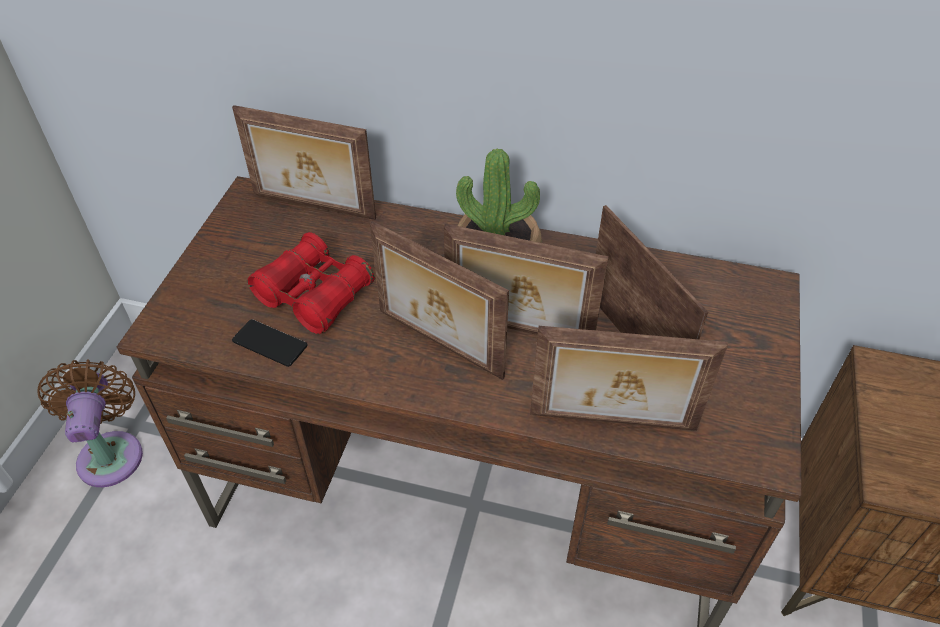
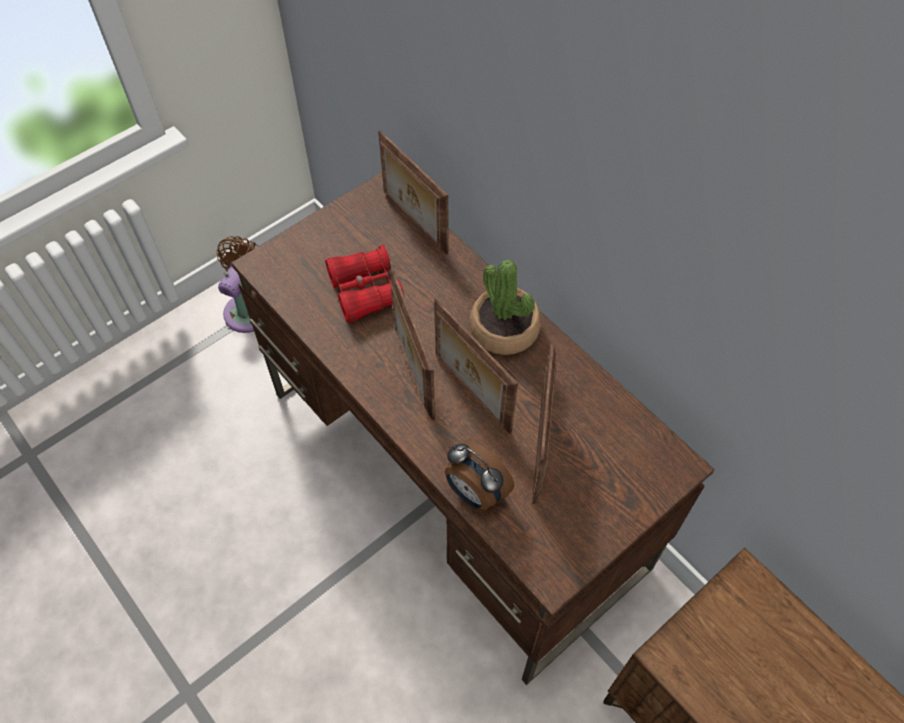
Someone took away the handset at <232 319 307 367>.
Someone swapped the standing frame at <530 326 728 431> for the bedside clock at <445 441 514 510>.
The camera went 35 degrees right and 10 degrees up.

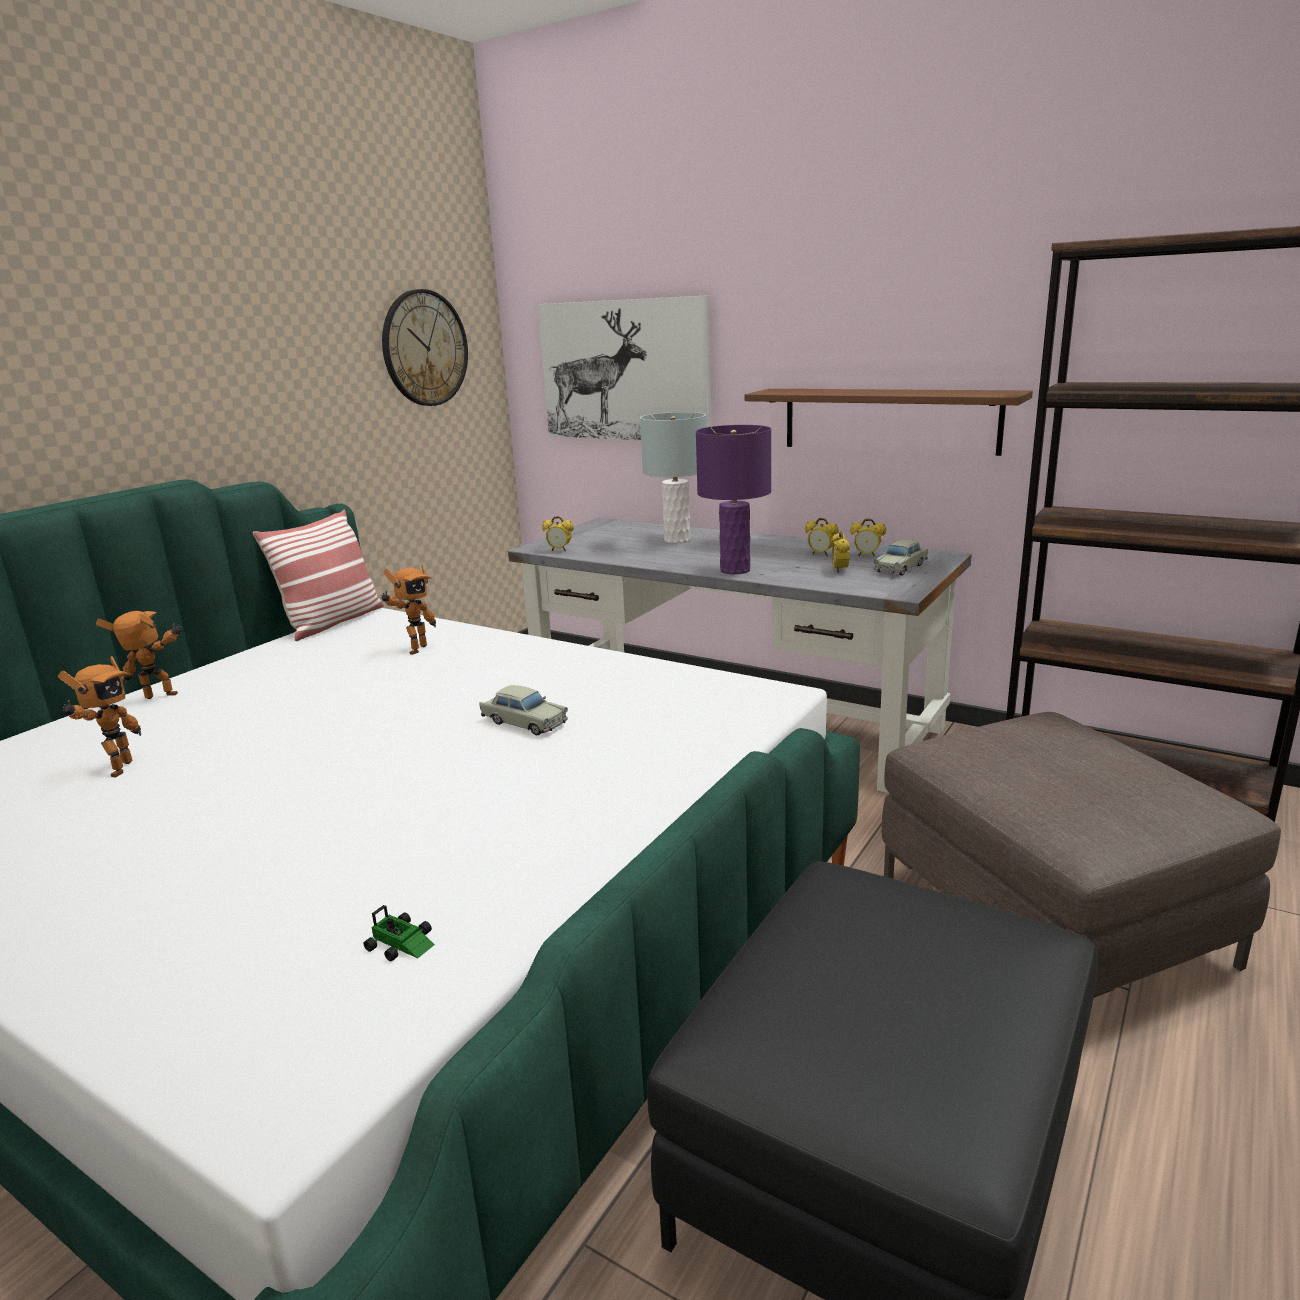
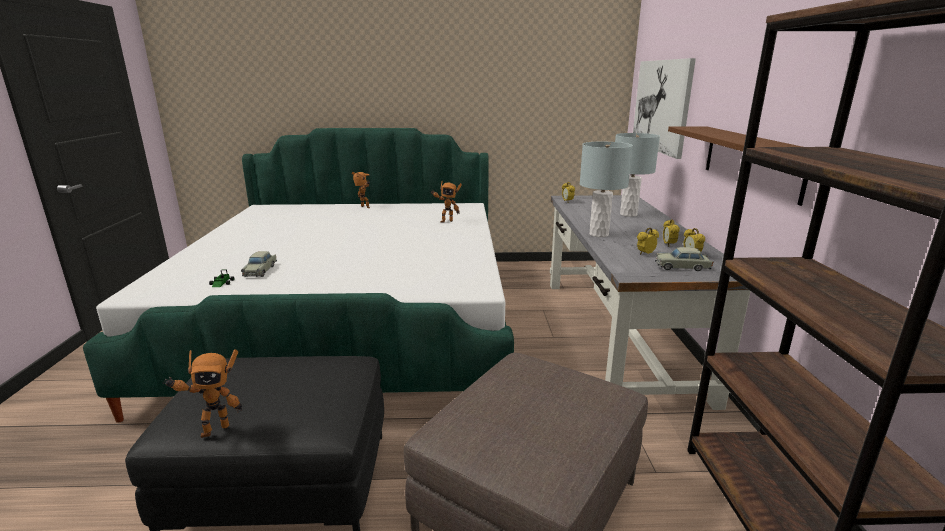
Someone carried the toy robot from <58 656 141 778> to <163 349 242 438>.
Someone took away the throw pillow at <253 510 384 641>.
Someone took away the wall clock at <382 289 468 406>.
Someone carried the beige-coloured miniature car from <479 685 568 735> to <241 251 277 277>.
Someone repainted the purple lamp for a table at <696 425 771 574>, which became the greyish lamp for a table at <580 142 633 237>.
The camera went 55 degrees right and 0 degrees up.

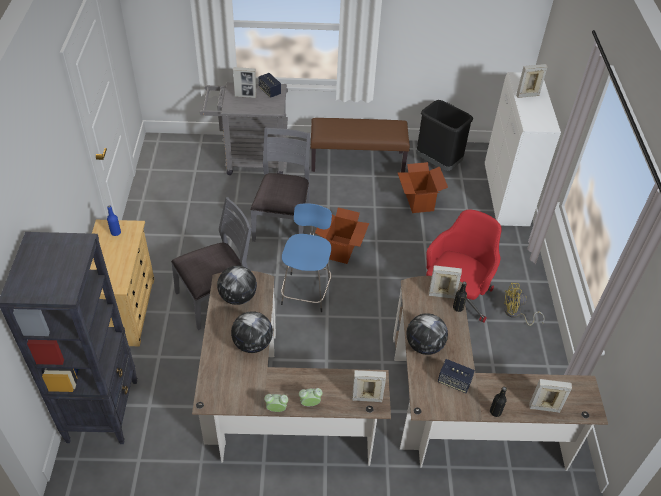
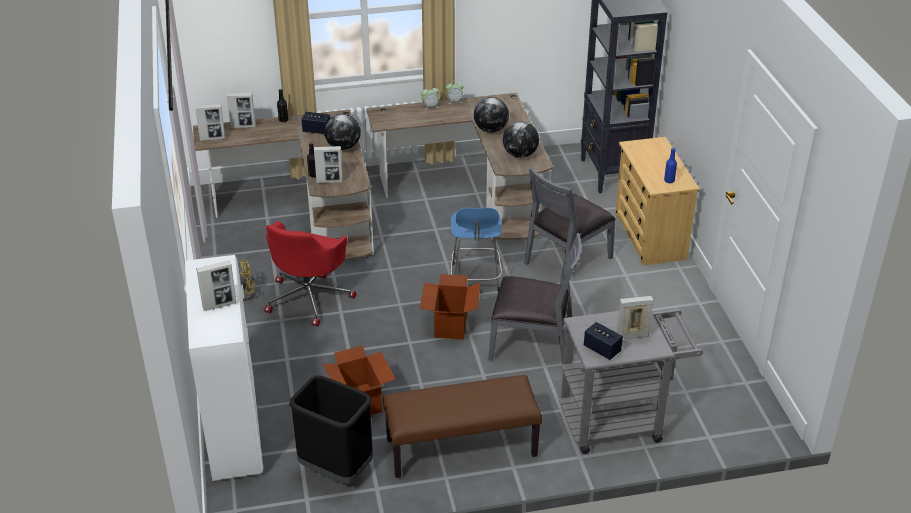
Someone rotated the greyish chair at <250 127 310 242> by 75 degrees counterclockwise.
Someone carried the standing frame from <352 370 386 402> to <195 104 225 141>.
The camera went 170 degrees right and 10 degrees down.

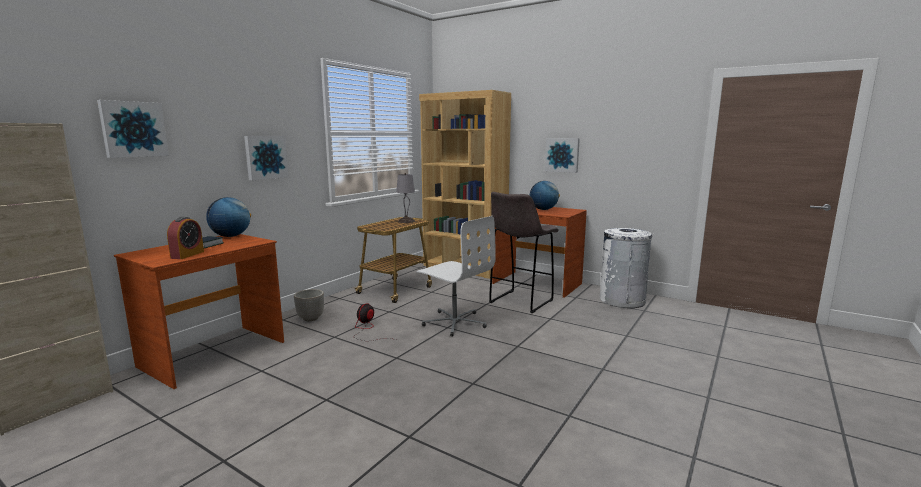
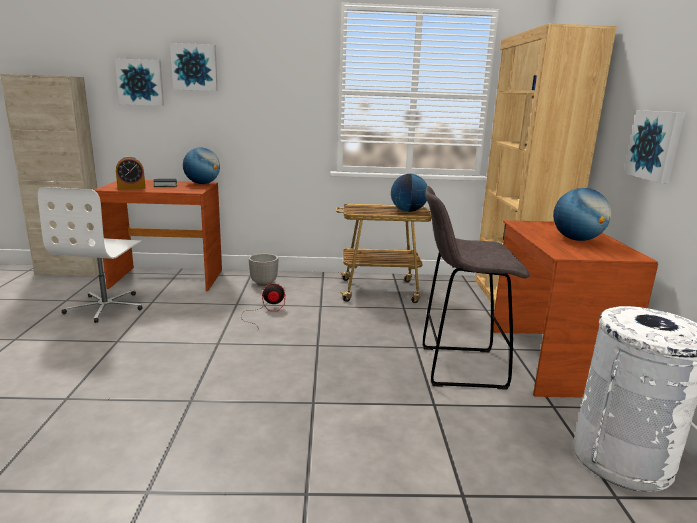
Someone carried the picture from <244 136 289 180> to <170 43 218 91>.
Someone swapped the greyish lamp for a table at <396 173 415 223> for the world globe at <391 174 427 212>.
Someone carried the whitish office chair from <417 216 496 336> to <38 187 143 323>.
The camera went 55 degrees right and 5 degrees up.

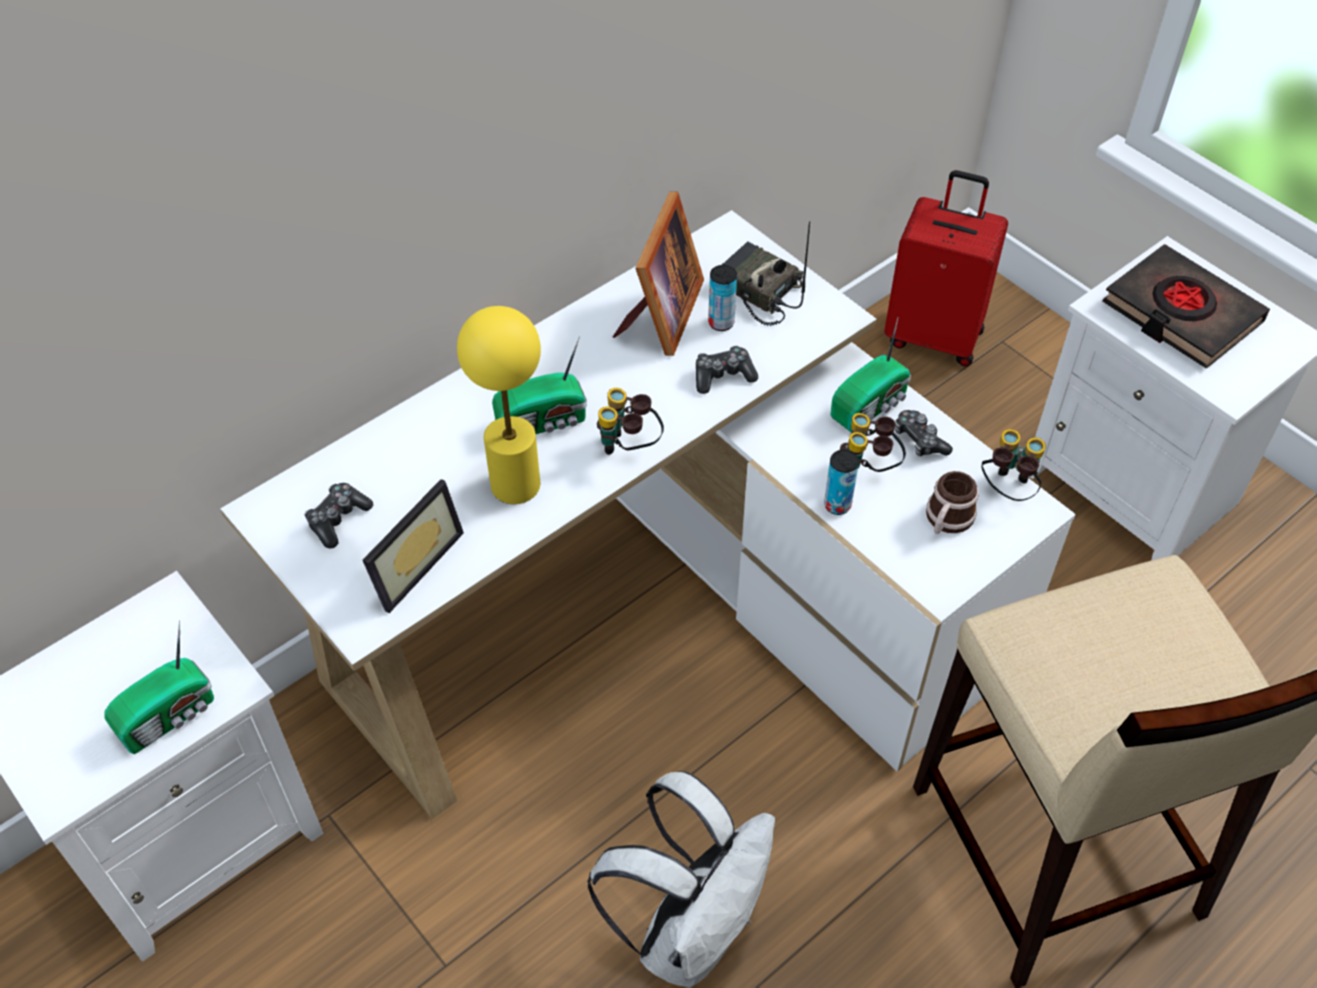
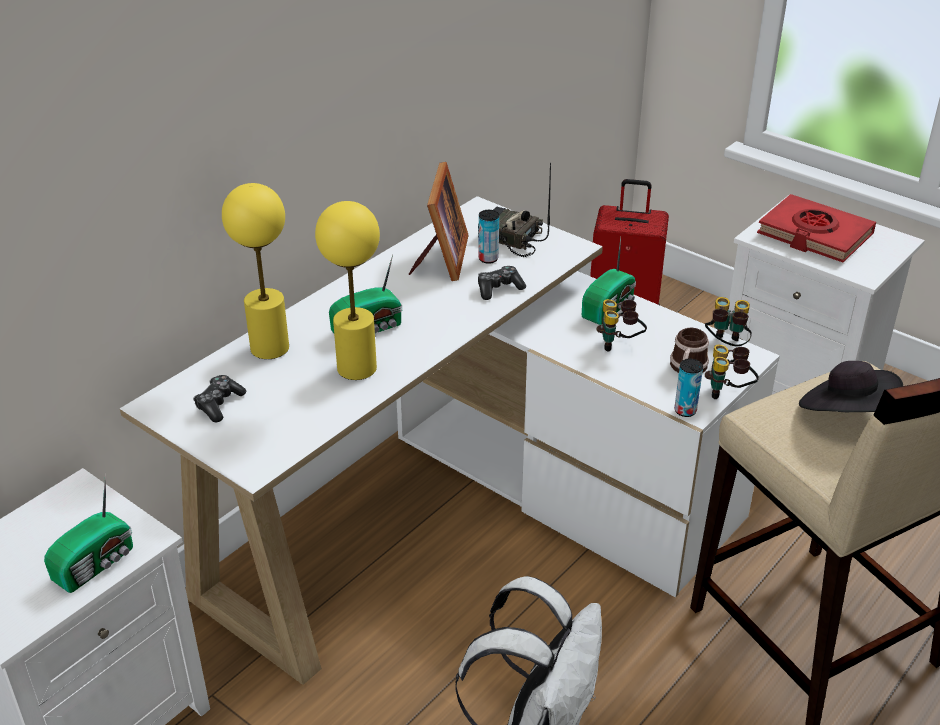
Someone took away the standing frame at <363 479 464 613>.
Someone carried the pair of binoculars from <597 388 664 455> to <705 345 759 399>.
Someone carried the can from <824 450 859 515> to <674 359 703 417>.
Someone took away the joypad at <895 410 953 457>.
Someone repainted the black-coloured book at <1103 244 1270 369>, which became the reddish book at <757 194 876 262>.
Someone put down the yellowish lamp for a table at <222 183 289 359>.
Someone put down the black-coloured clothing hat at <799 361 903 412>.
The camera went 10 degrees left and 15 degrees down.

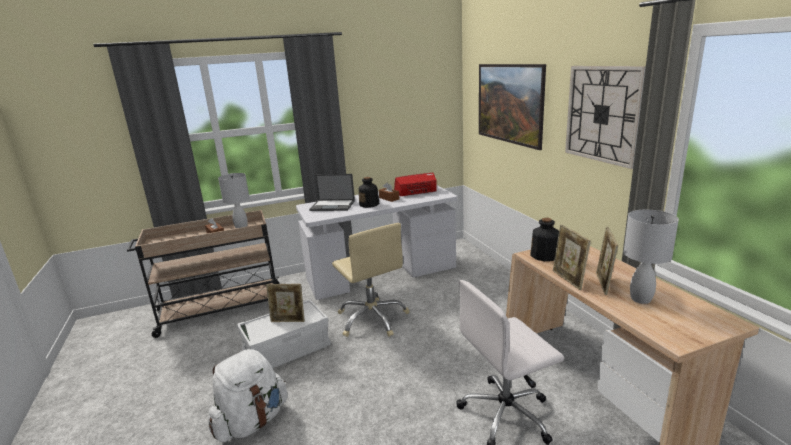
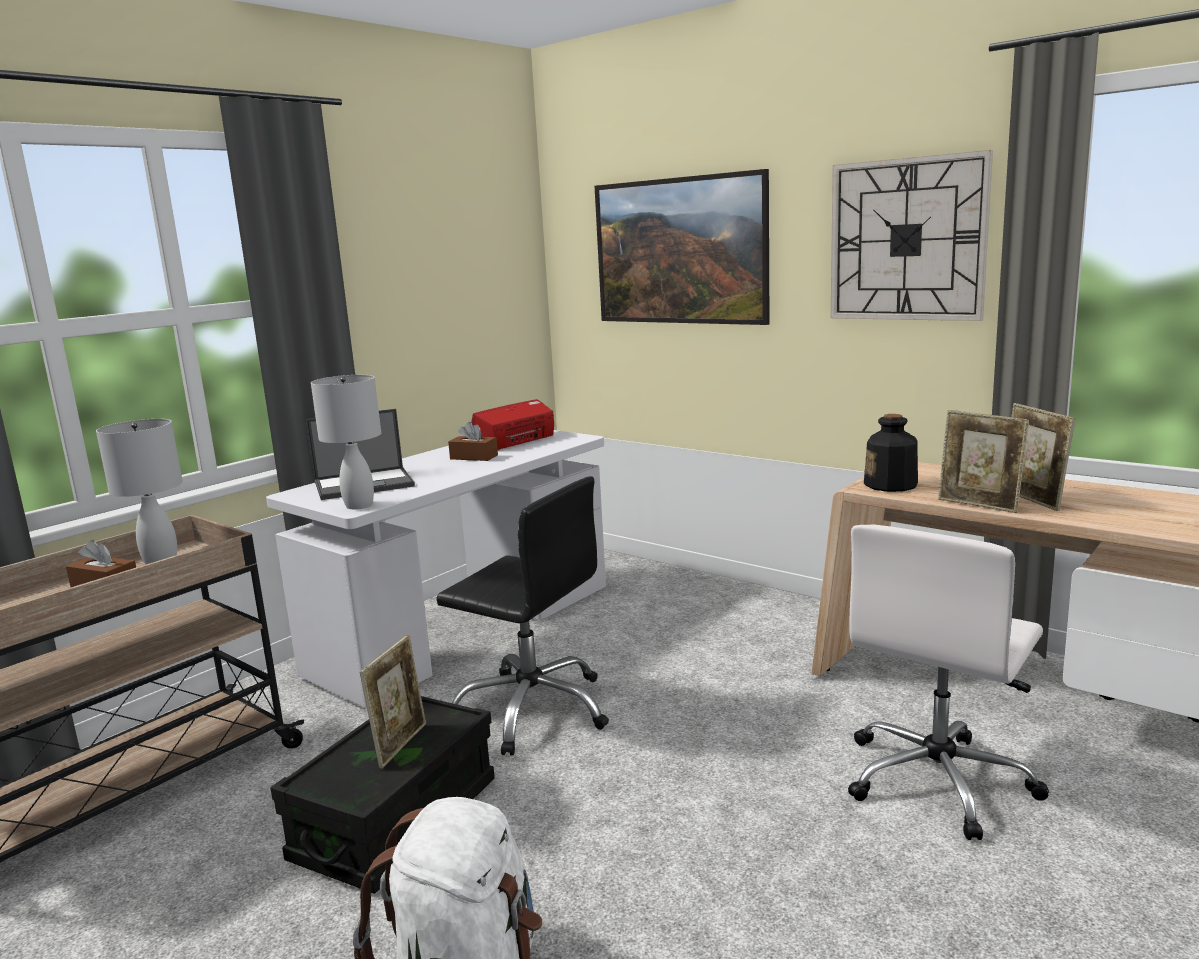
Someone repainted the whitish storage container at <237 299 331 368>, which became the black-coloured storage container at <270 696 495 894>.
Someone rotated the standing frame at <266 284 305 322> by 45 degrees counterclockwise.
Someone repainted the beige-coloured office chair at <332 223 410 337>, which became the black-coloured office chair at <436 477 609 756>.
Someone took away the beverage bottle at <359 177 380 208>.
Someone carried the whitish lamp for a table from <624 210 679 304> to <311 375 381 509>.
The camera went 30 degrees left and 5 degrees down.

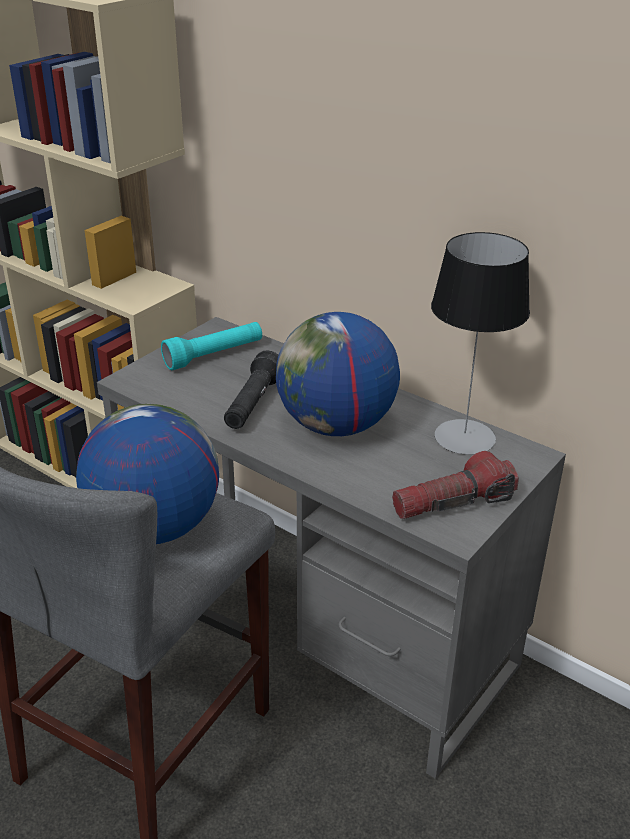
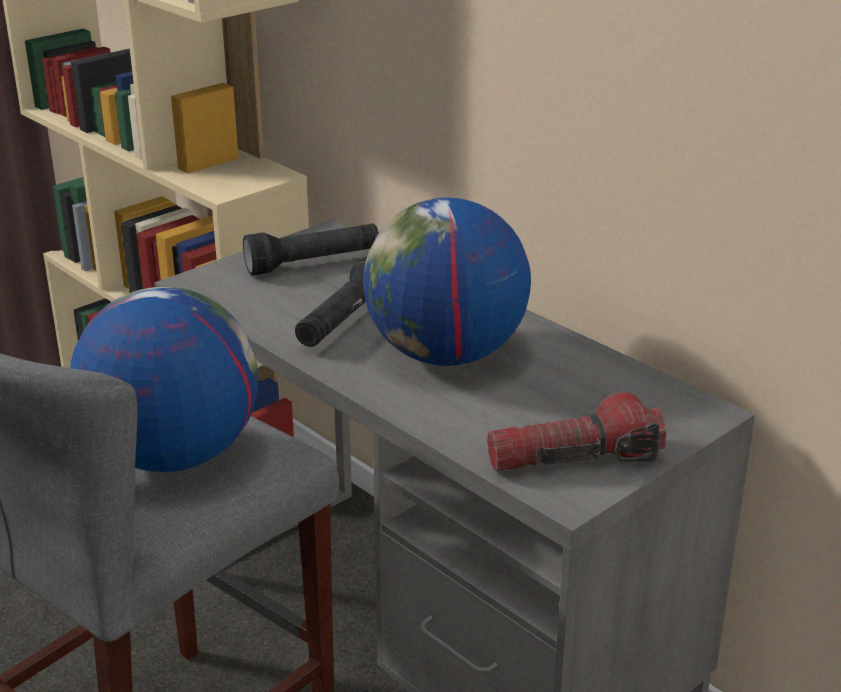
Someone repainted the turquoise-coloured hand torch at <161 322 262 371>, which became the black-coloured hand torch at <243 224 379 276>.
Someone took away the lamp for a table at <431 232 530 455>.
The camera went 10 degrees right and 5 degrees down.

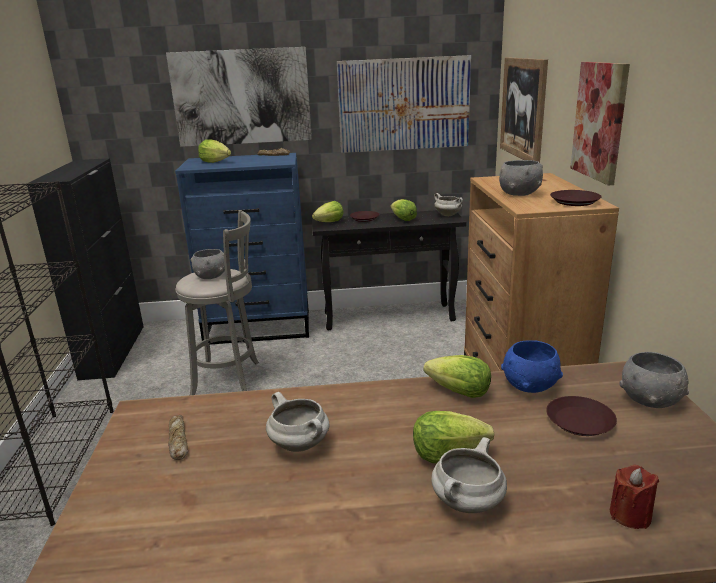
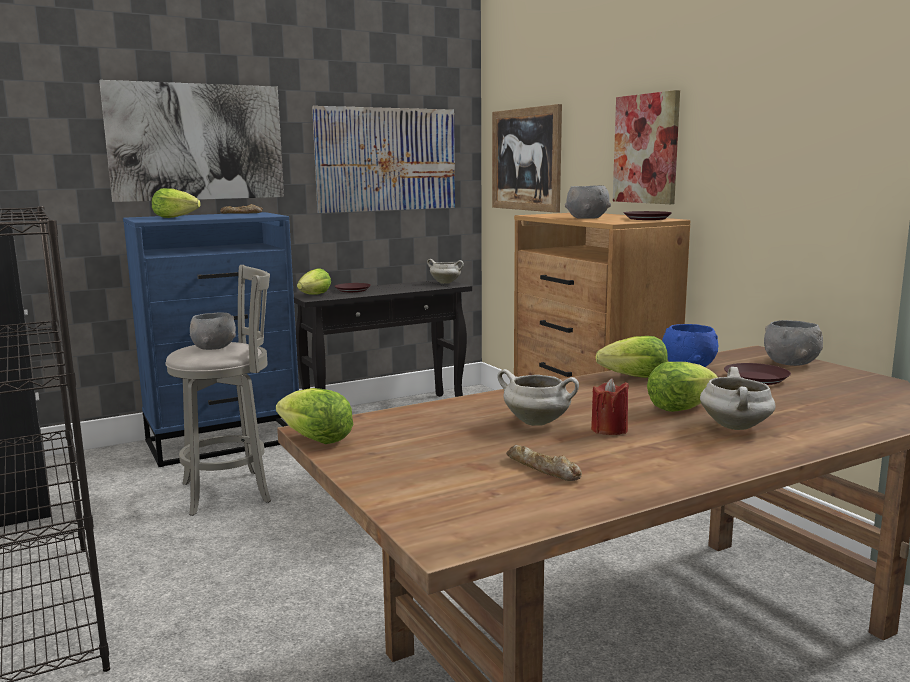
Someone carried the bread from <168 415 188 460> to <506 445 582 481>.
Someone carried the lettuce from <391 199 417 221> to <276 388 353 444>.
Someone carried the reddish wax candle from <610 465 659 529> to <591 378 629 435>.
The camera went 25 degrees left and 10 degrees down.

